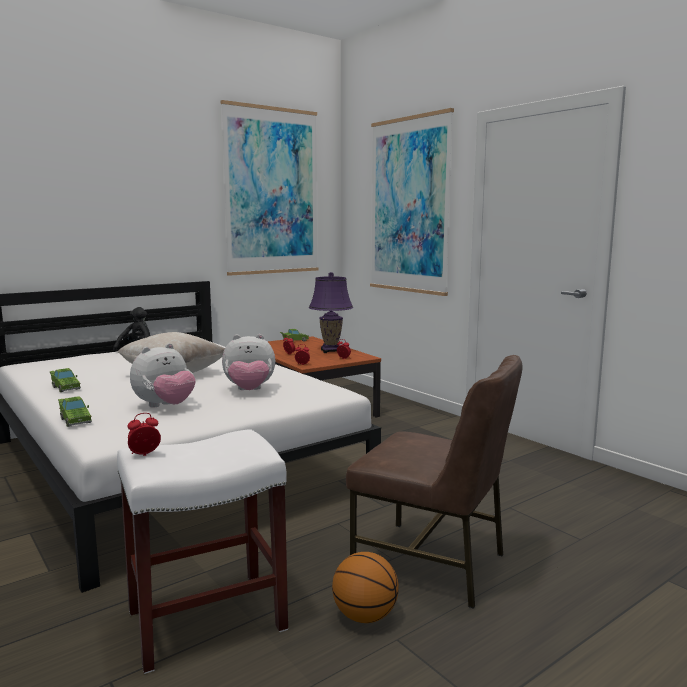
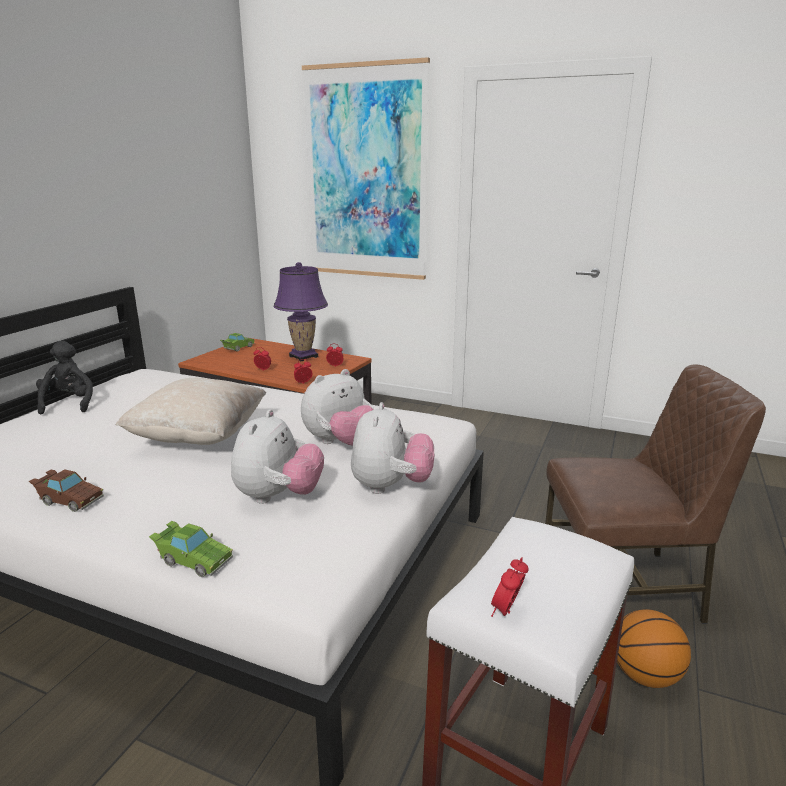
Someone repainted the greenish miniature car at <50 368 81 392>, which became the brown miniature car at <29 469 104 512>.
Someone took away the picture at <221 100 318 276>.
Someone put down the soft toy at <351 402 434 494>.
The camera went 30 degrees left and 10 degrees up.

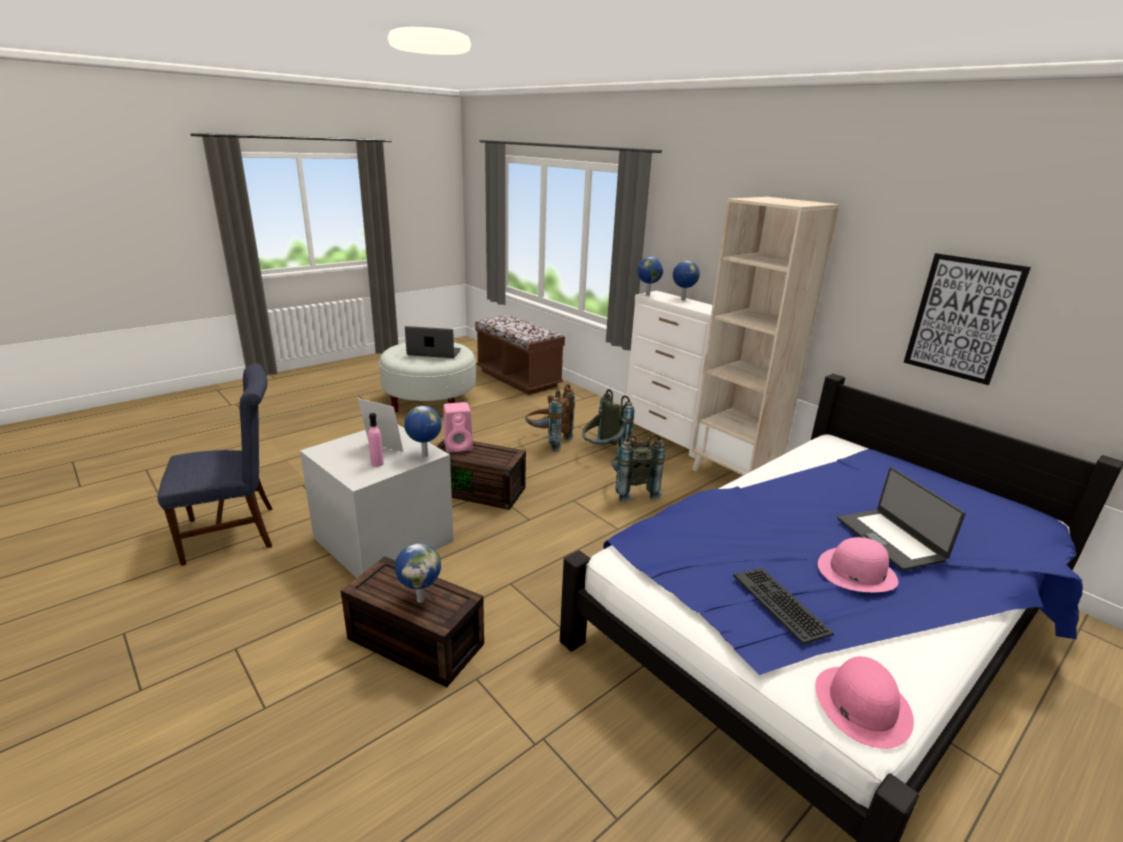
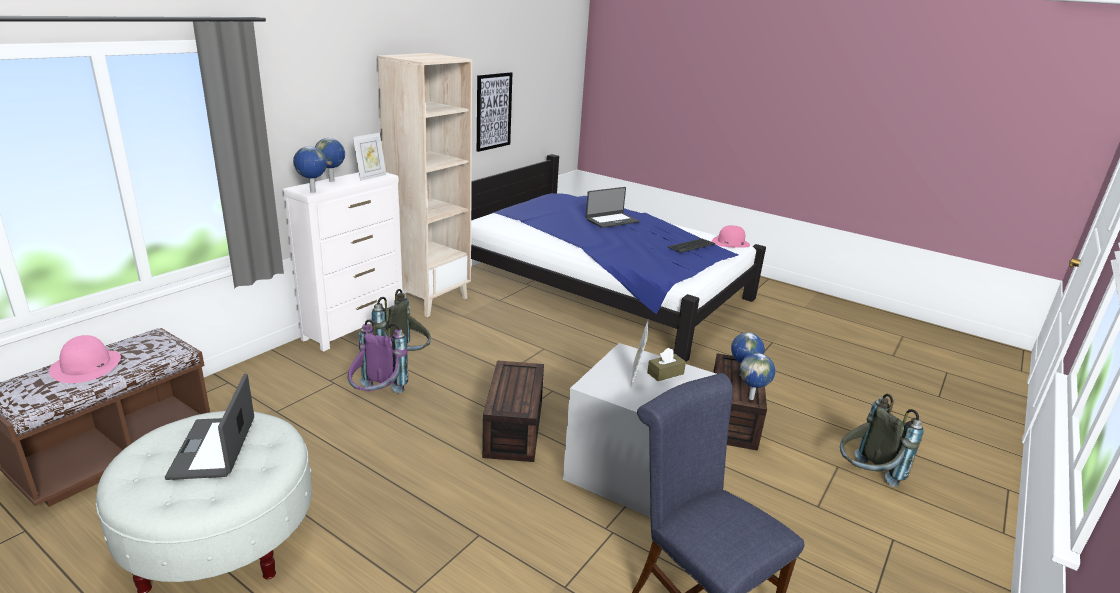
Someone swapped the pinkish beverage bottle at <368 413 384 467> for the brown box of tissues at <647 348 686 381>.
Someone carried the world globe from <404 406 442 457> to <739 353 775 400>.
Someone took away the pinkish speaker at <444 402 473 453>.
Someone repainted the brown backpack at <525 384 575 451>, which became the purple backpack at <348 319 408 393>.
Someone carried the greyish backpack from <611 434 665 502> to <840 394 924 487>.
Someone carried the pinkish clothing hat from <818 537 898 592> to <49 335 121 383>.
Someone put down the standing frame at <353 133 386 181>.
The camera went 105 degrees left and 0 degrees up.

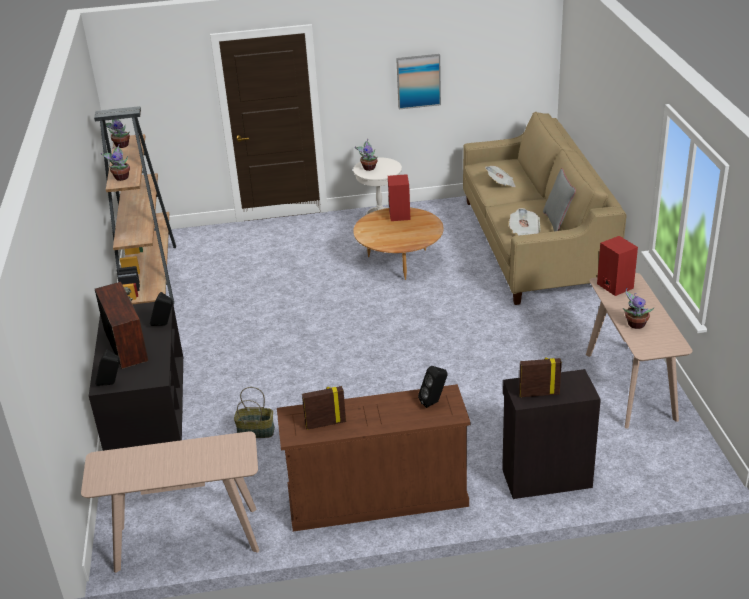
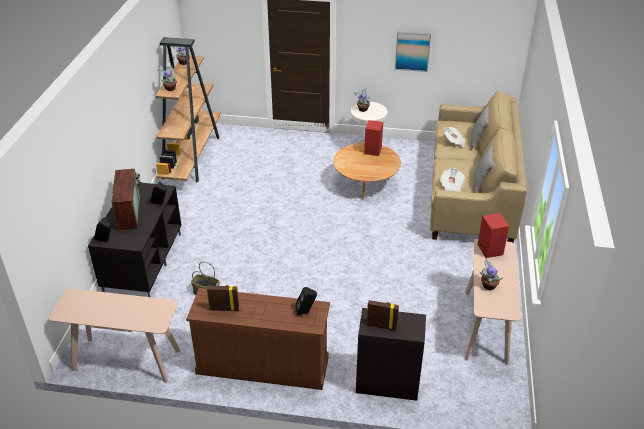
Someone put down the greyish throw pillow at <470 104 489 150>.
The camera went 15 degrees right and 5 degrees up.

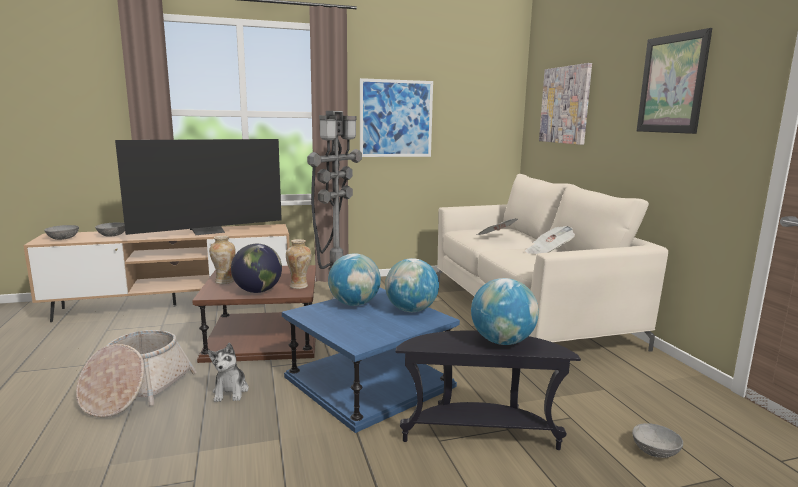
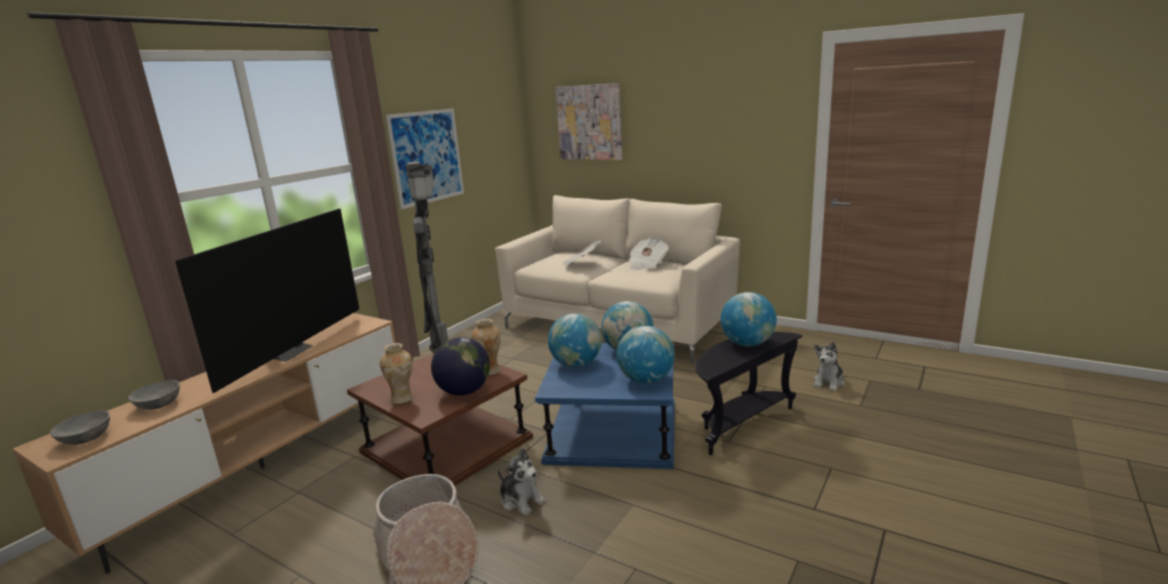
Someone swapped the greyish deep dish at <632 423 683 458> for the soft toy at <813 342 845 391>.
Someone took away the picture at <637 28 712 134>.
Someone put down the world globe at <617 326 675 384>.
The camera went 40 degrees left and 5 degrees up.

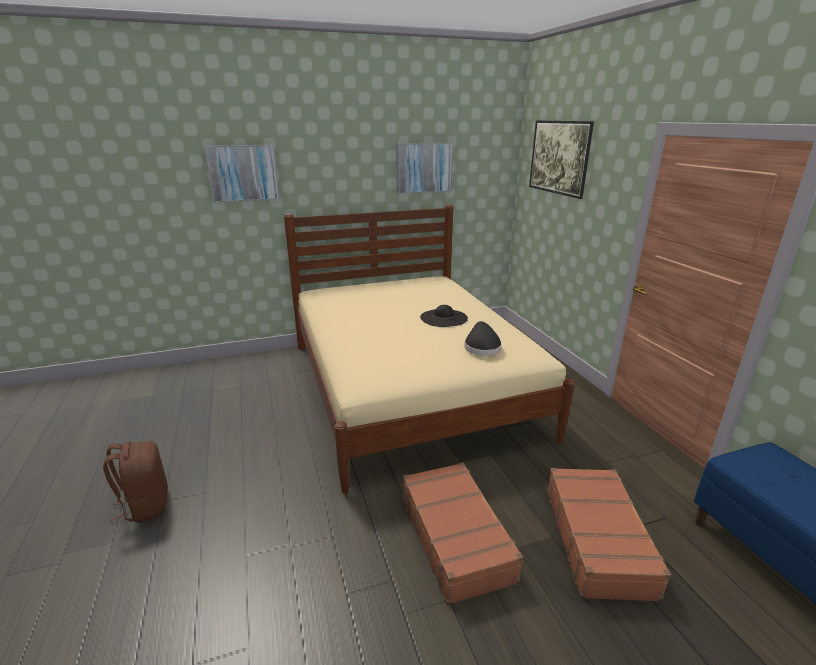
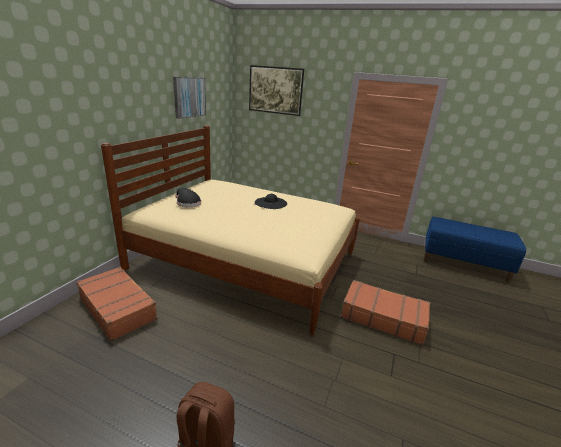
Someone took away the picture at <204 145 280 203>.
Someone carried the black-coloured clothing hat from <464 321 502 356> to <175 188 201 207>.
Someone carried the brown travel case from <547 468 671 602> to <76 267 158 341>.
The camera went 50 degrees left and 0 degrees up.

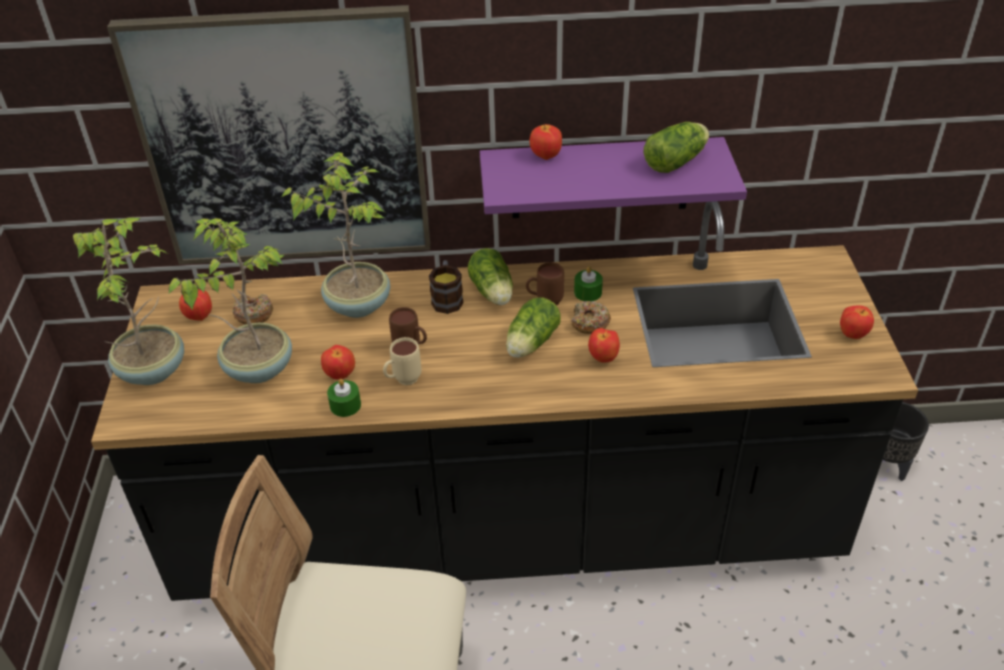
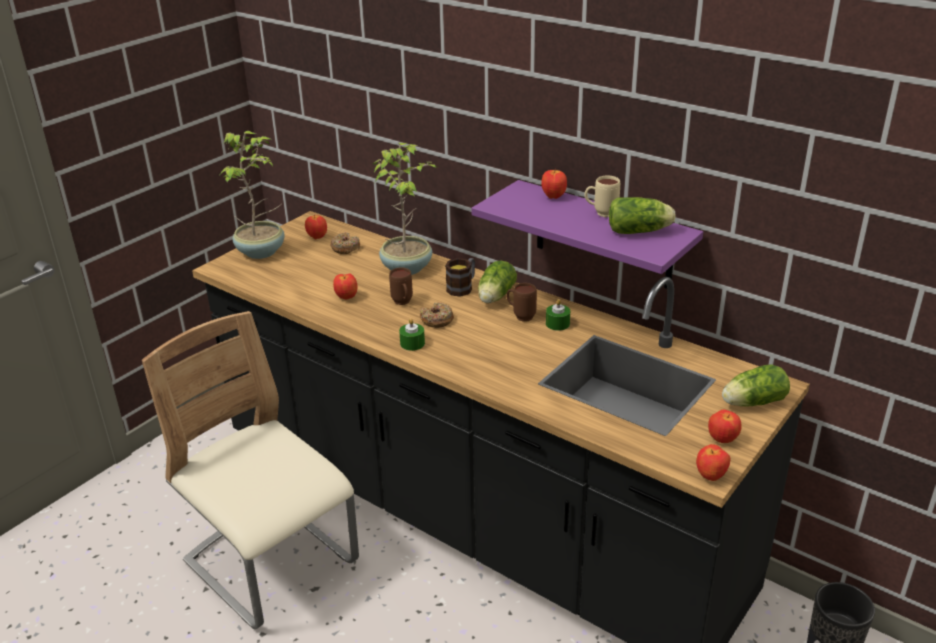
Someone took away the picture at <107 5 430 264>.
Someone took away the houseplant at <169 218 292 383>.
Someone carried the greenish wax candle from <327 379 361 417> to <399 318 425 351>.
Someone carried the beige-coloured mug from <383 337 421 385> to <585 176 620 217>.
Someone carried the lettuce from <506 297 561 358> to <722 364 790 406>.
Someone carried the doughnut from <571 301 611 334> to <420 303 454 328>.
Someone carried the apple fruit from <588 328 620 363> to <696 444 730 481>.
The camera went 40 degrees right and 10 degrees down.

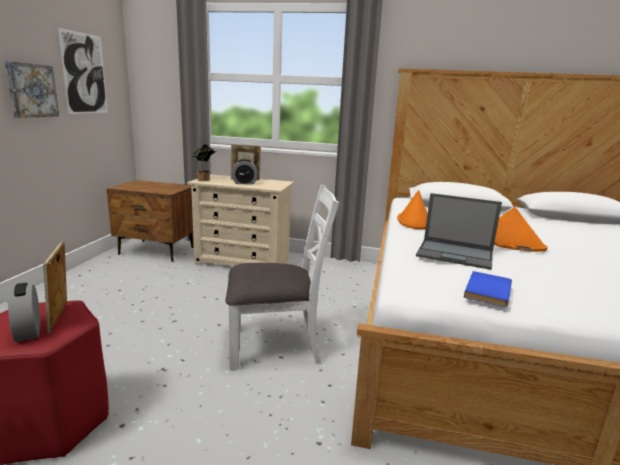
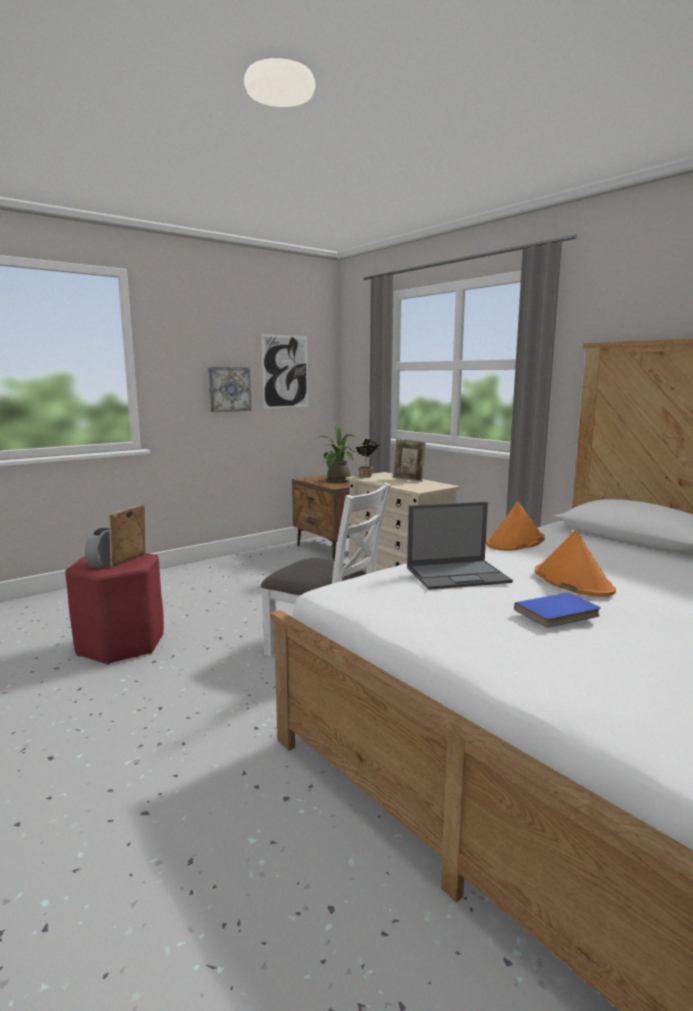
Someone took away the bedside clock at <232 159 258 185>.
Someone rotated the laptop at <416 193 502 270> by 75 degrees counterclockwise.
Someone carried the blue-coloured book from <464 271 512 307> to <514 593 601 627>.
Someone put down the houseplant at <316 426 360 483>.
The camera went 40 degrees right and 5 degrees down.

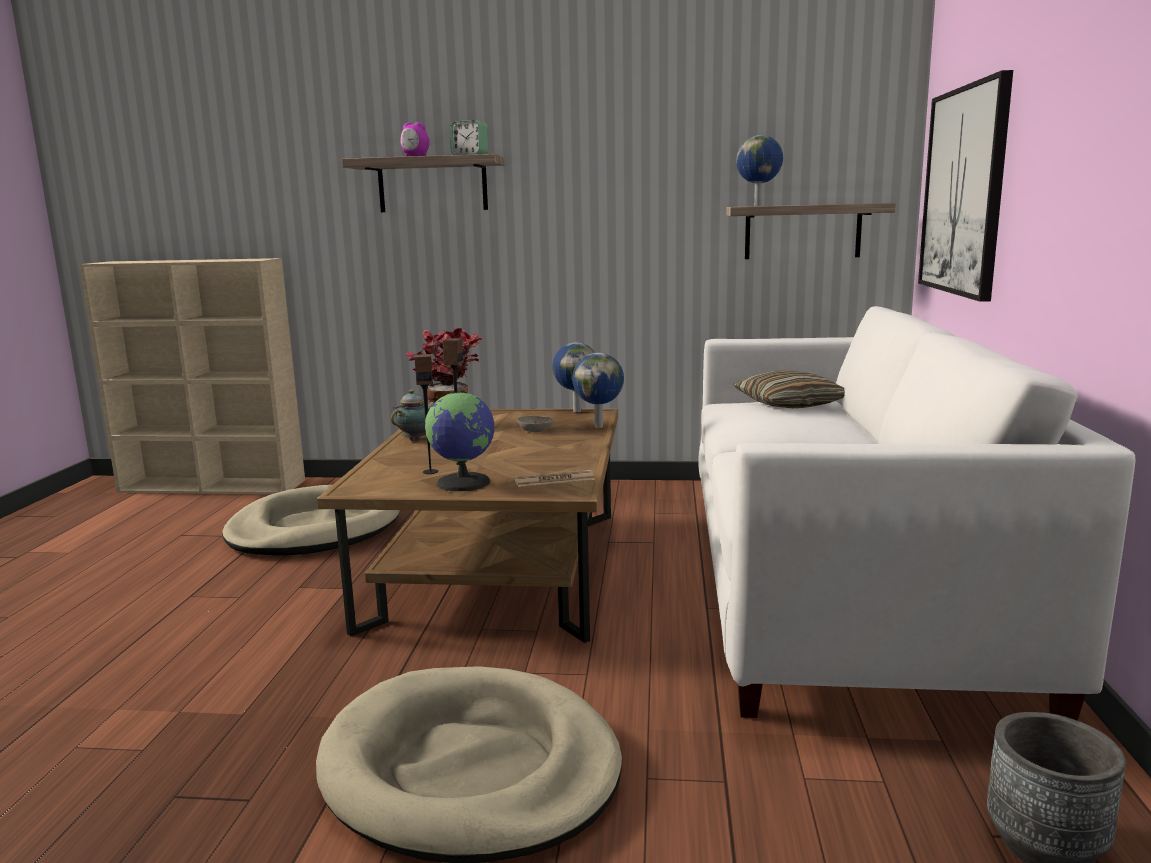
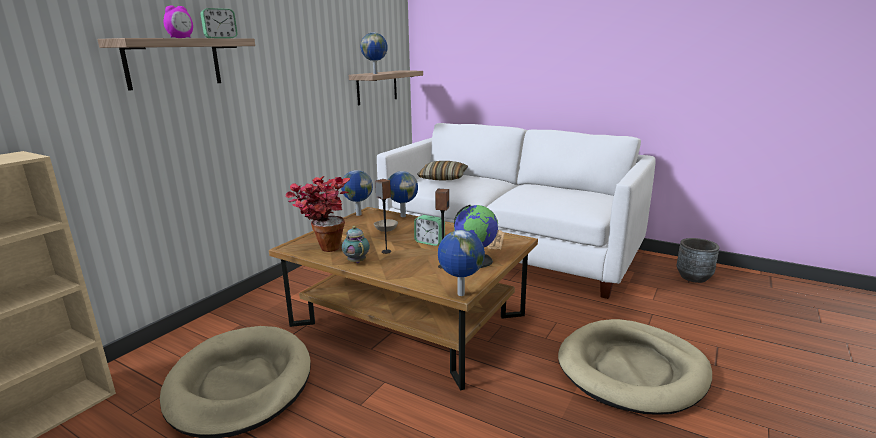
Someone took away the picture at <918 70 1013 302>.
Someone put down the bedside clock at <414 215 445 246>.
Someone put down the world globe at <438 230 485 296>.
The camera went 65 degrees left and 5 degrees up.

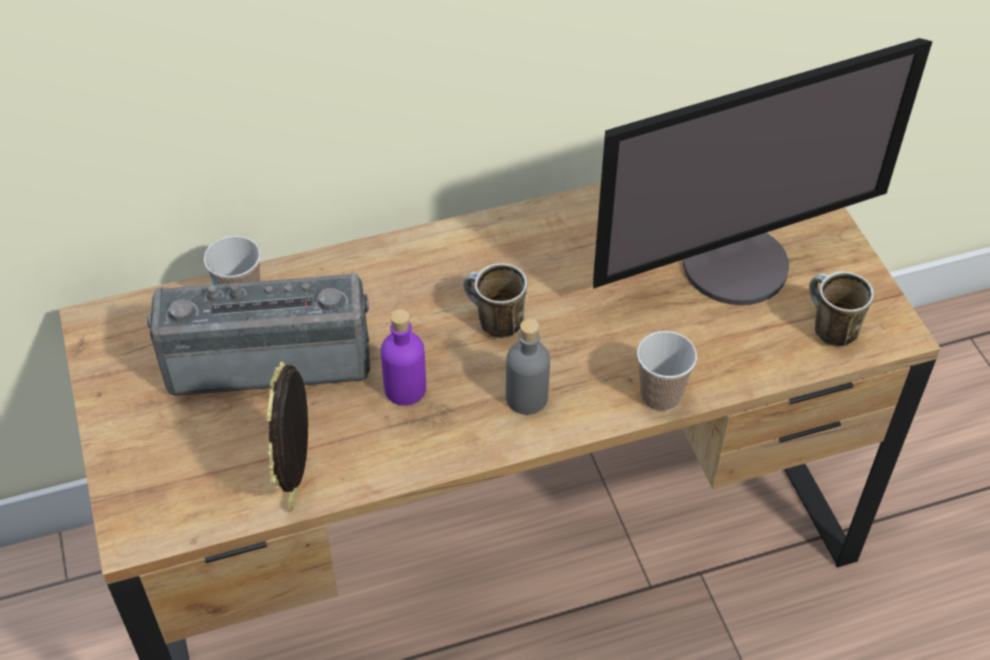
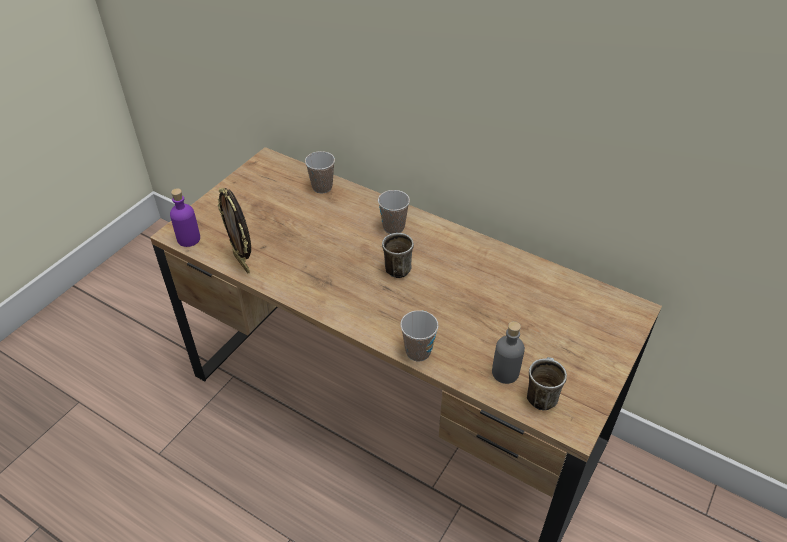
Someone took away the radio at <147 272 370 396>.
Someone rotated the standing frame at <267 362 308 512> by 90 degrees counterclockwise.
Someone carried the purple beverage bottle from <381 309 426 406> to <170 188 200 247>.
Someone carried the greyish beverage bottle from <506 319 550 415> to <492 321 525 384>.
Someone took away the computer screen at <593 38 932 305>.
Someone put down the cup at <378 190 410 234>.
The camera went 50 degrees right and 5 degrees down.

